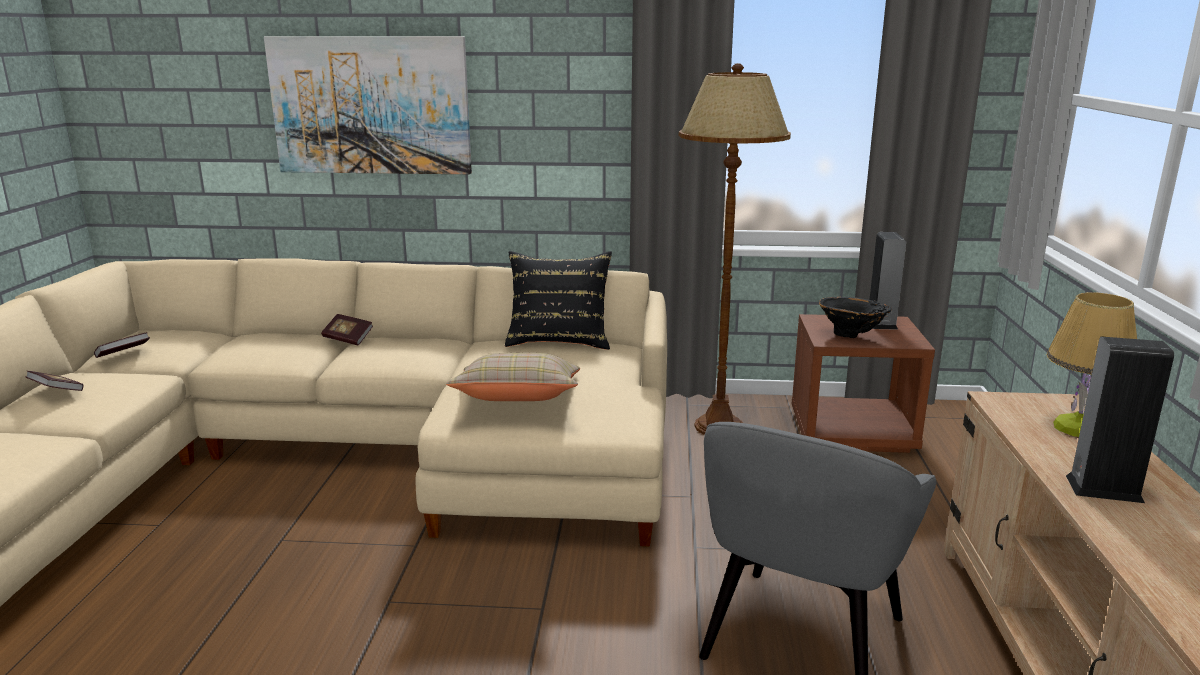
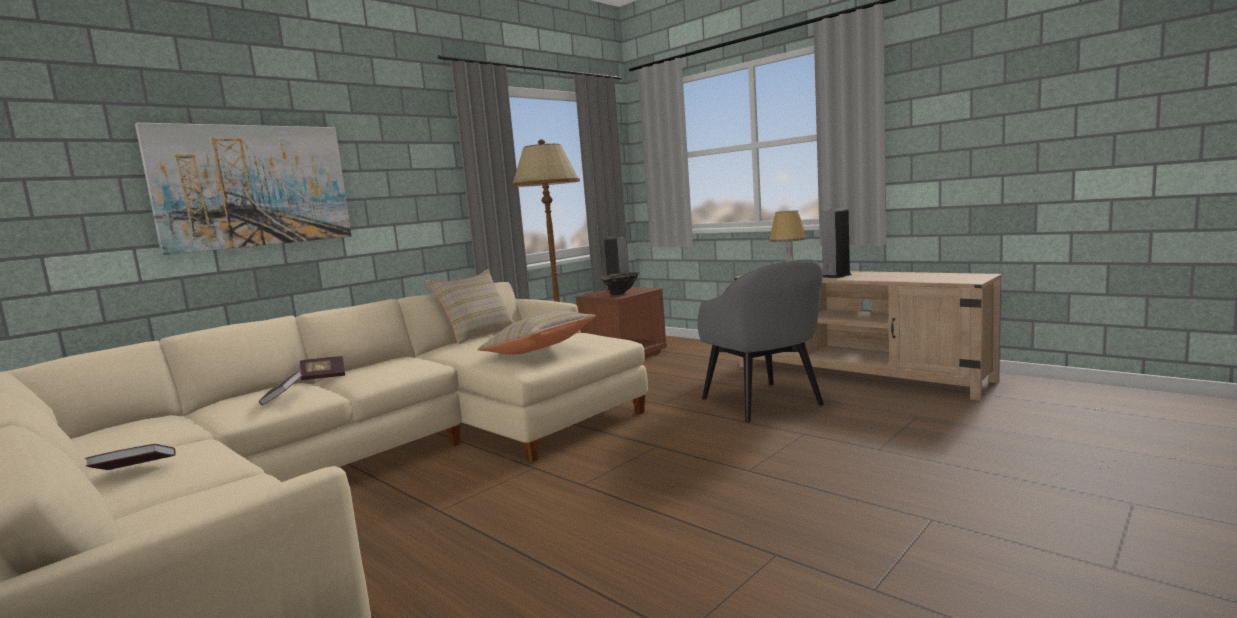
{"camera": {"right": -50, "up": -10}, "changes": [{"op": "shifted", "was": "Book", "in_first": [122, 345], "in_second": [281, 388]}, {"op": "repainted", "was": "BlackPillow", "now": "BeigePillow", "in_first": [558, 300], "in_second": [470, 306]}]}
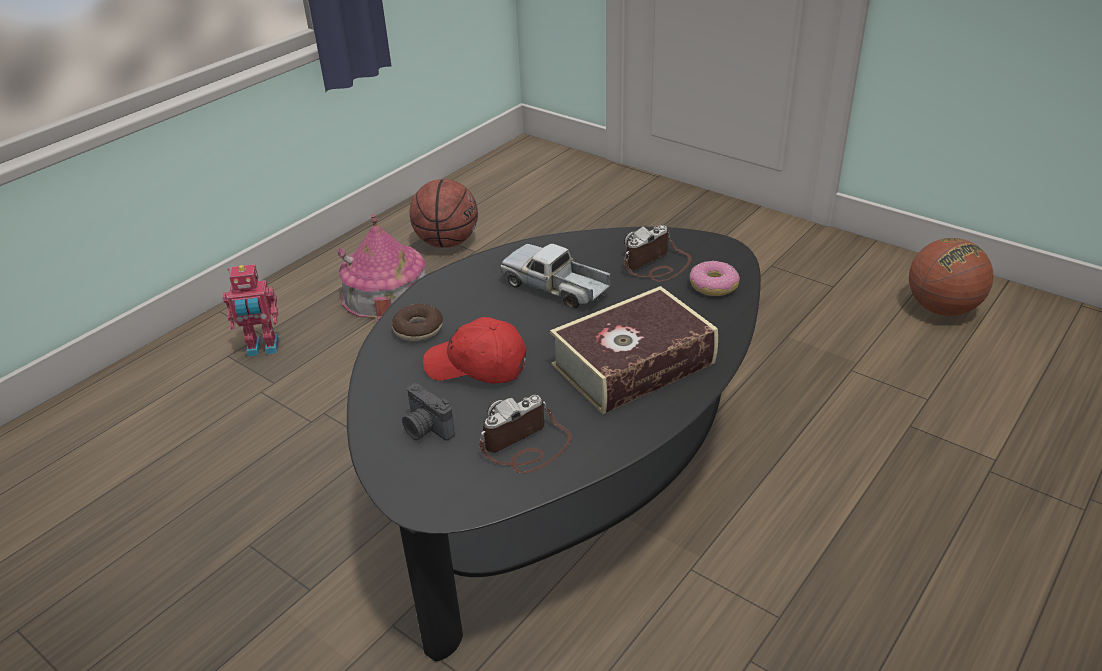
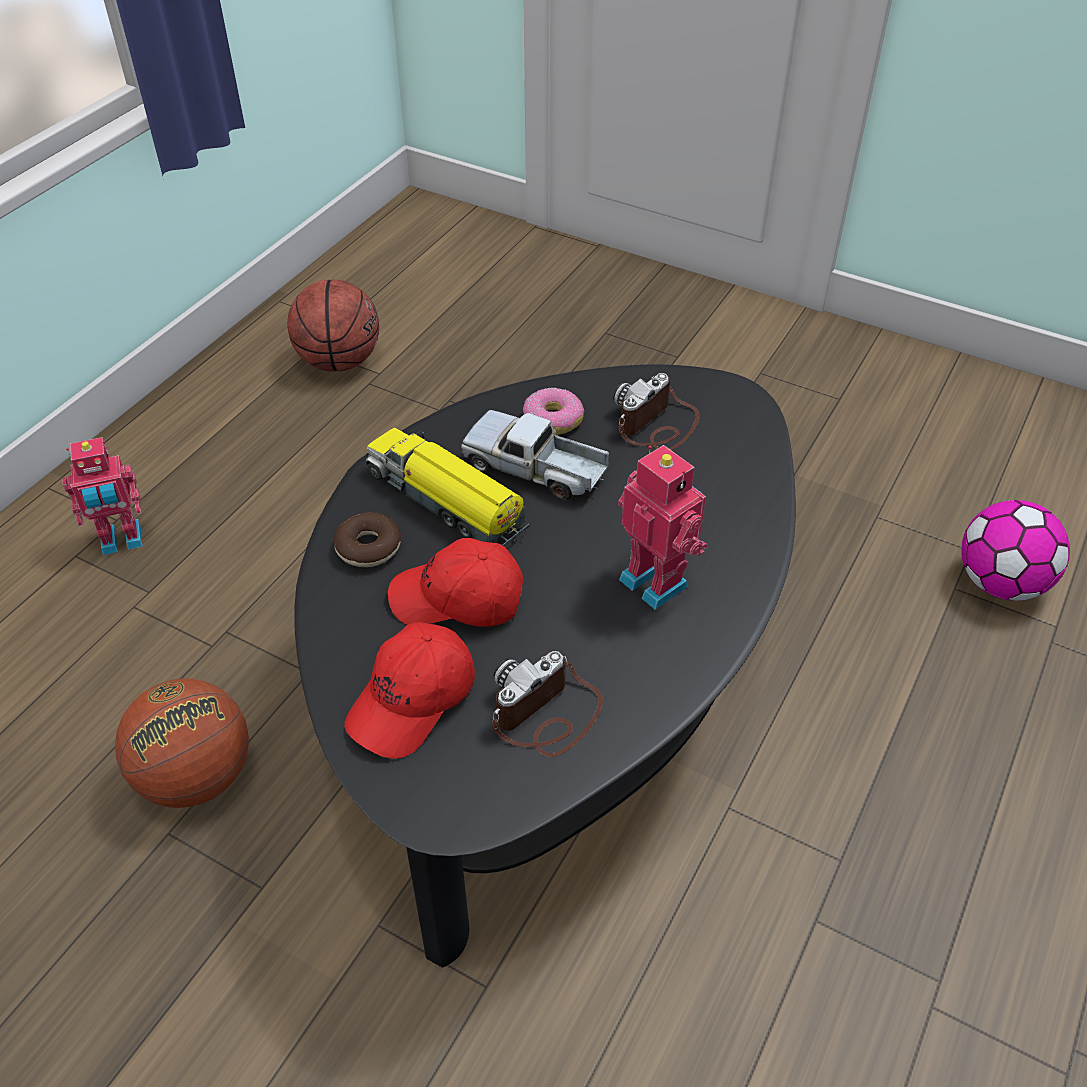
{"camera": {"right": -10, "up": 10}, "changes": [{"op": "shifted", "was": "Basketball", "in_first": [951, 277], "in_second": [182, 743]}, {"op": "swapped", "was": "PhotoCamera", "now": "RedCap", "in_first": [428, 411], "in_second": [409, 690]}, {"op": "new", "now": "ToyTruck", "in_second": [448, 487]}, {"op": "shifted", "was": "Donut", "in_first": [715, 278], "in_second": [553, 411]}, {"op": "swapped", "was": "Book", "now": "ToyRobot", "in_first": [634, 350], "in_second": [663, 527]}, {"op": "new", "now": "Football", "in_second": [1015, 550]}, {"op": "gone", "was": "ToyHouse", "in_first": [381, 267]}]}
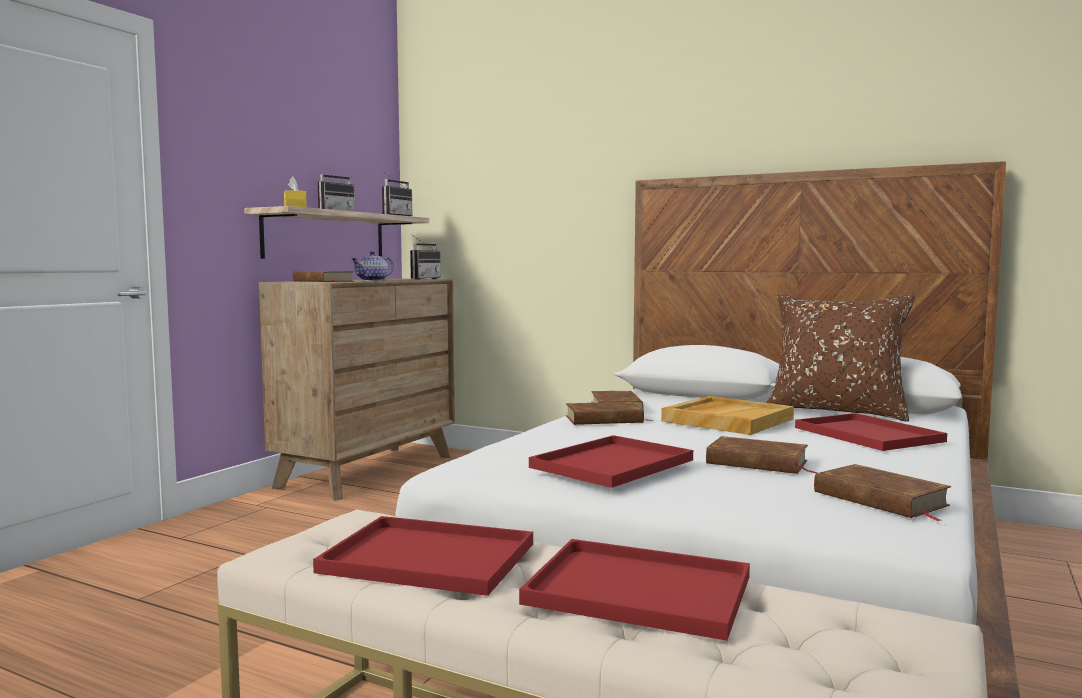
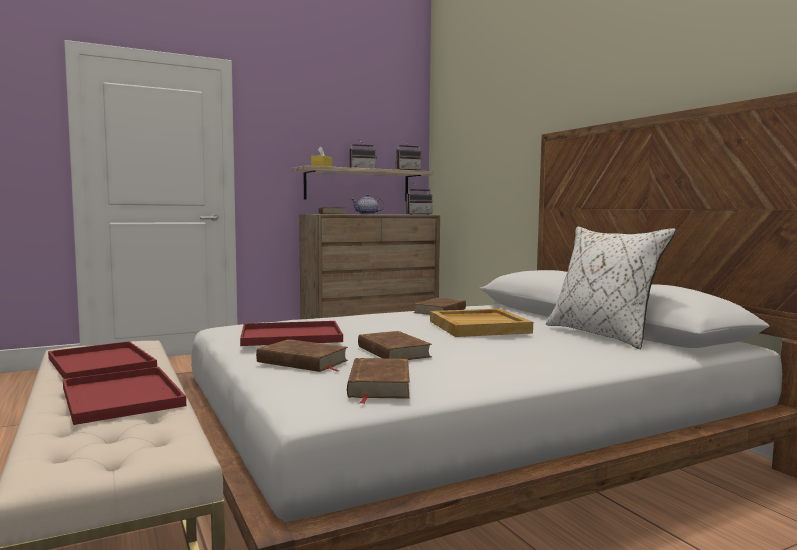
{"camera": {"right": 35, "up": 0}, "changes": [{"op": "shifted", "was": "BrownBook", "in_first": [609, 413], "in_second": [302, 355]}, {"op": "repainted", "was": "BrownPillow", "now": "WhitePillow", "in_first": [840, 358], "in_second": [611, 288]}, {"op": "gone", "was": "RedTray", "in_first": [871, 432]}]}
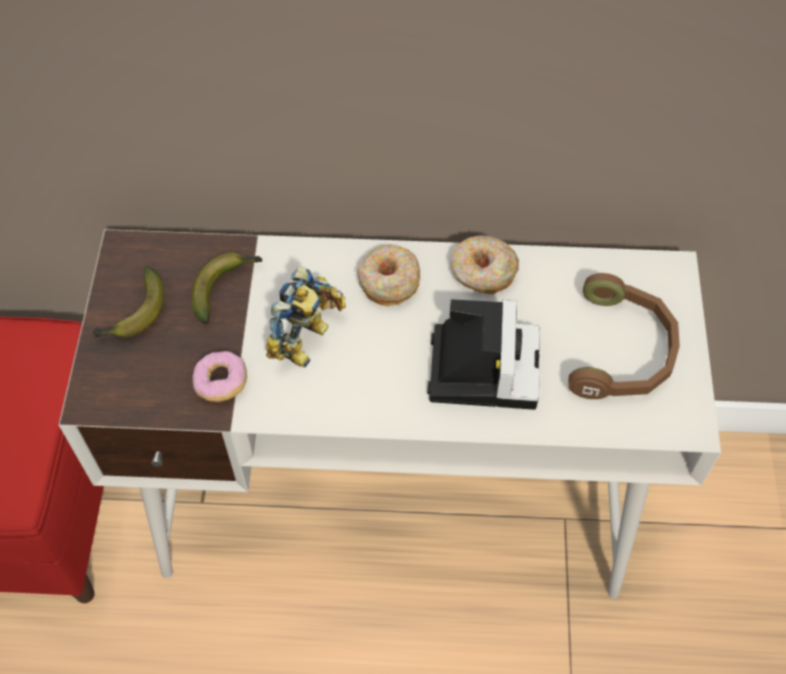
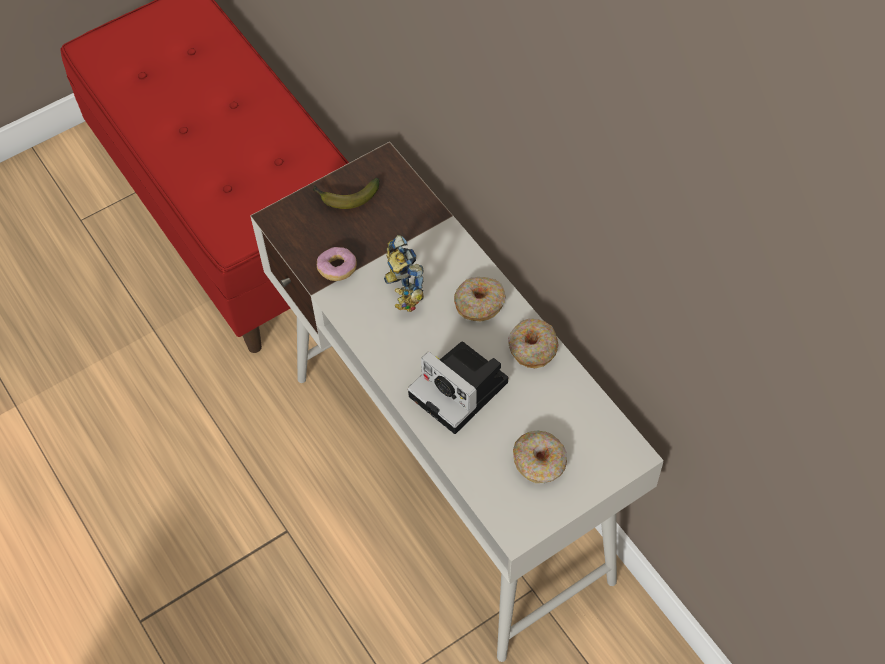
{"camera": {"right": 55, "up": 0}, "changes": [{"op": "rotated", "was": "ToyRobot", "in_first": [306, 316], "in_second": [404, 273], "clockwise": 75}, {"op": "rotated", "was": "PhotoCamera", "in_first": [483, 354], "in_second": [458, 387], "clockwise": 75}, {"op": "swapped", "was": "BrownHeadphones", "now": "Donut", "in_first": [624, 336], "in_second": [540, 456]}, {"op": "gone", "was": "Banana", "in_first": [227, 288]}]}
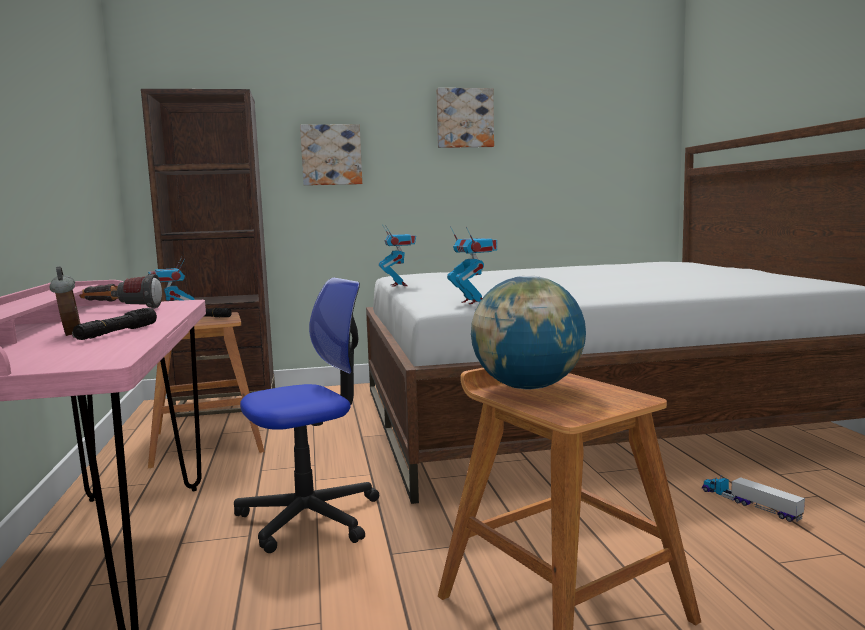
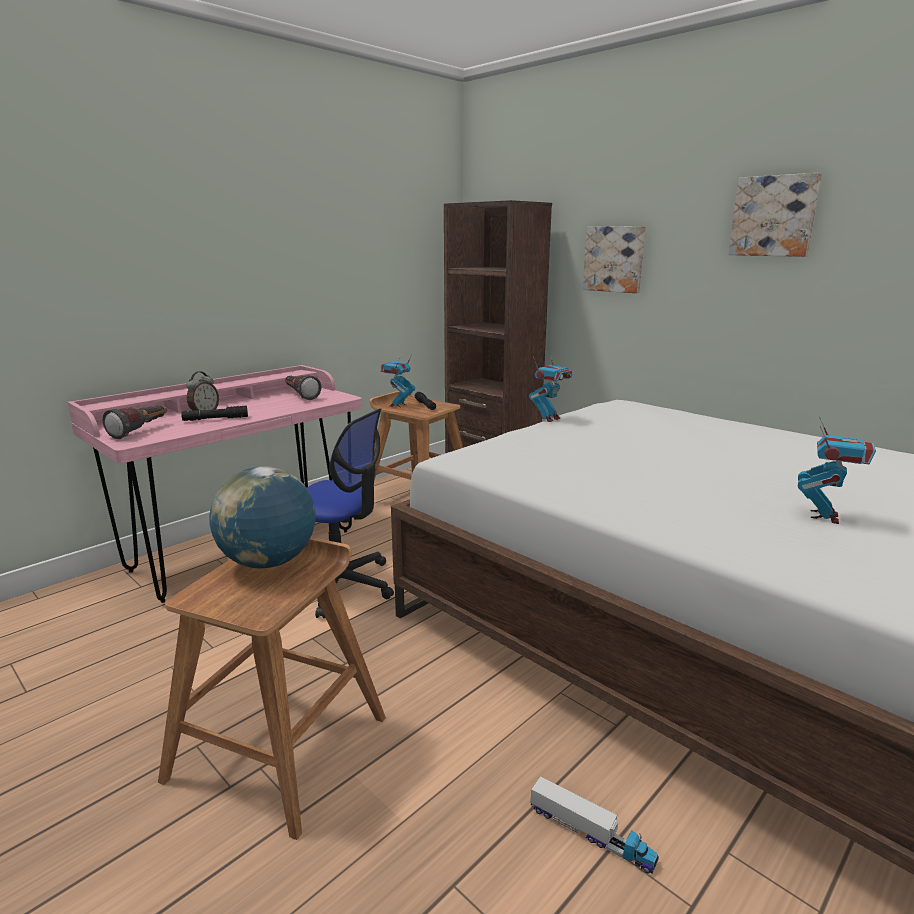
{"camera": {"right": 55, "up": 10}, "changes": [{"op": "new", "now": "Flashlight", "in_second": [135, 422]}, {"op": "rotated", "was": "ToyTruck", "in_first": [753, 498], "in_second": [595, 825], "clockwise": 105}, {"op": "shifted", "was": "ToyRobot", "in_first": [472, 265], "in_second": [837, 470]}]}
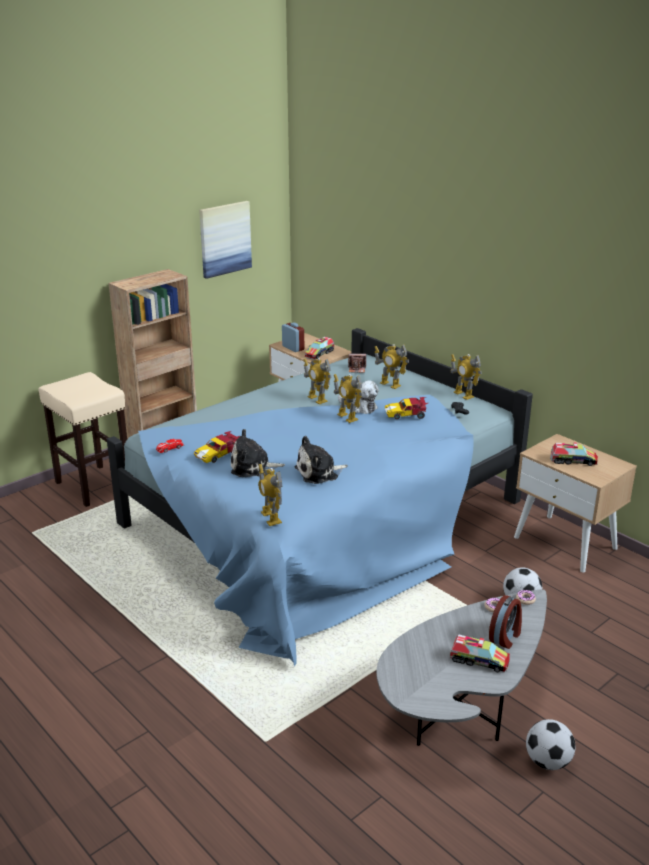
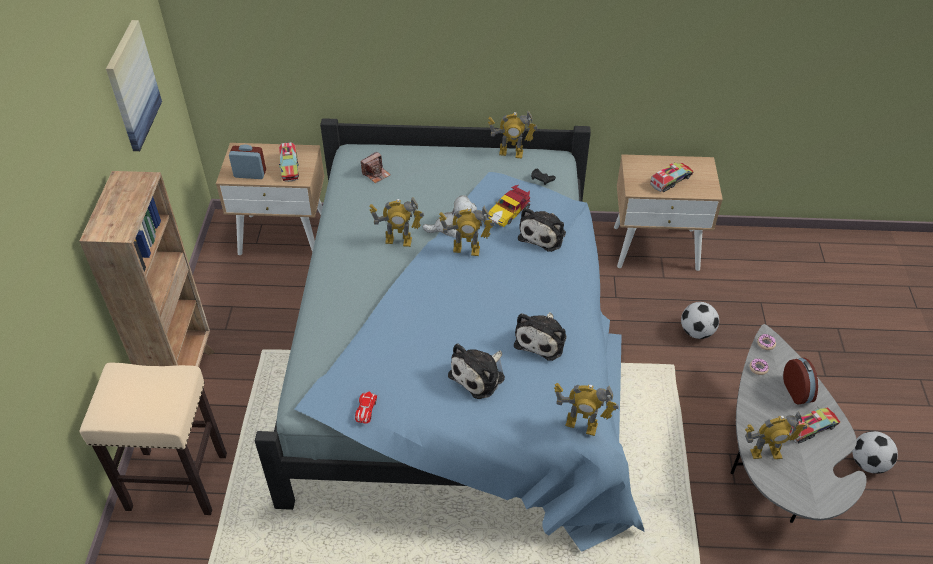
{"camera": {"right": -45, "up": 20}, "changes": [{"op": "new", "now": "PlushToy", "in_second": [542, 230]}, {"op": "shifted", "was": "ToyRobot", "in_first": [392, 366], "in_second": [776, 435]}, {"op": "gone", "was": "ToyCar", "in_first": [217, 447]}]}
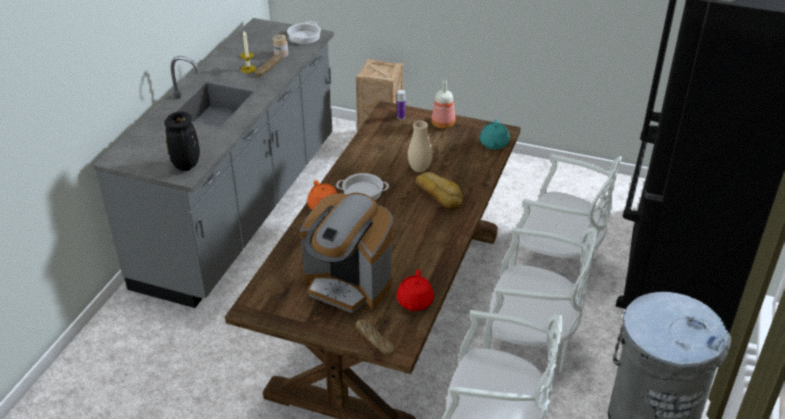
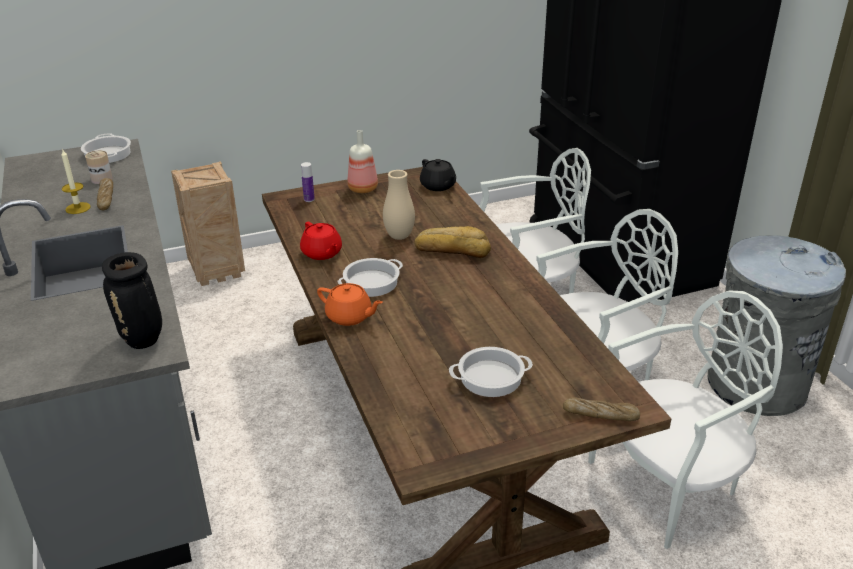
{"camera": {"right": -40, "up": -5}, "changes": [{"op": "shifted", "was": "RedTeapot", "in_first": [415, 290], "in_second": [321, 241]}, {"op": "repainted", "was": "TurquoiseTeapot", "now": "BlackTeapot", "in_first": [495, 134], "in_second": [438, 175]}, {"op": "swapped", "was": "CoffeeMachine", "now": "CookingPot", "in_first": [346, 253], "in_second": [491, 372]}]}
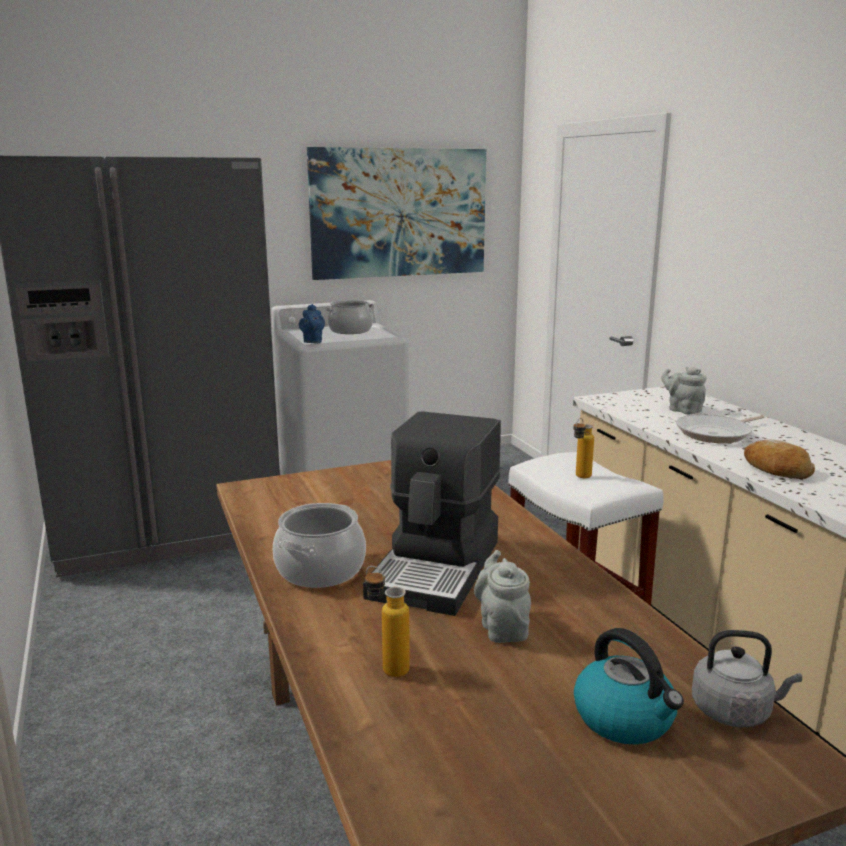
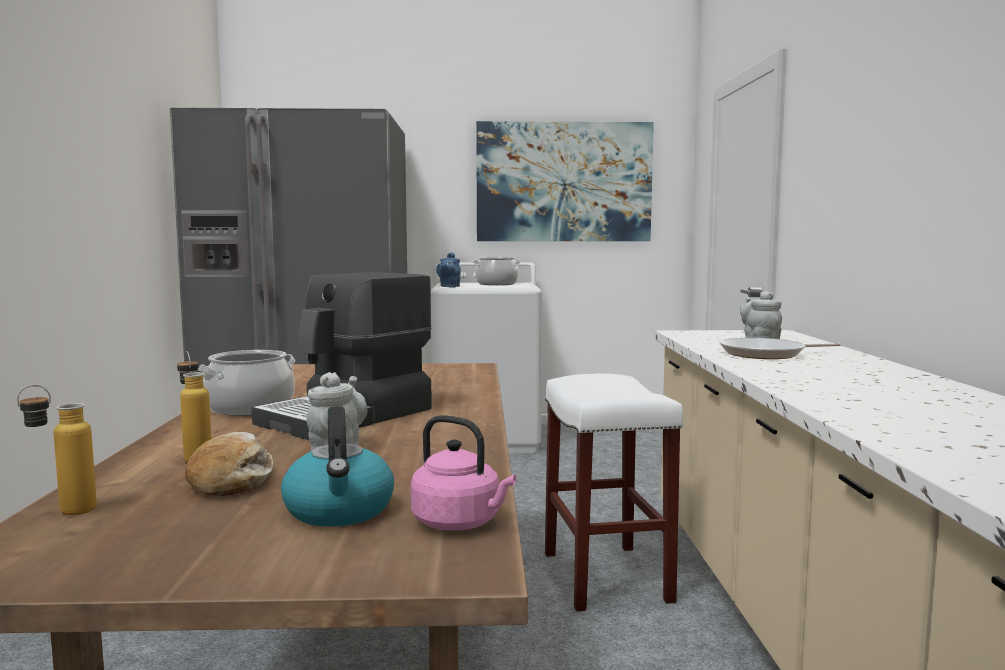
{"camera": {"right": 20, "up": -10}, "changes": [{"op": "shifted", "was": "Bottle", "in_first": [583, 448], "in_second": [57, 450]}, {"op": "shifted", "was": "Bread", "in_first": [779, 459], "in_second": [229, 464]}, {"op": "repainted", "was": "GreyKettle", "now": "PinkKettle", "in_first": [747, 678], "in_second": [463, 473]}]}
